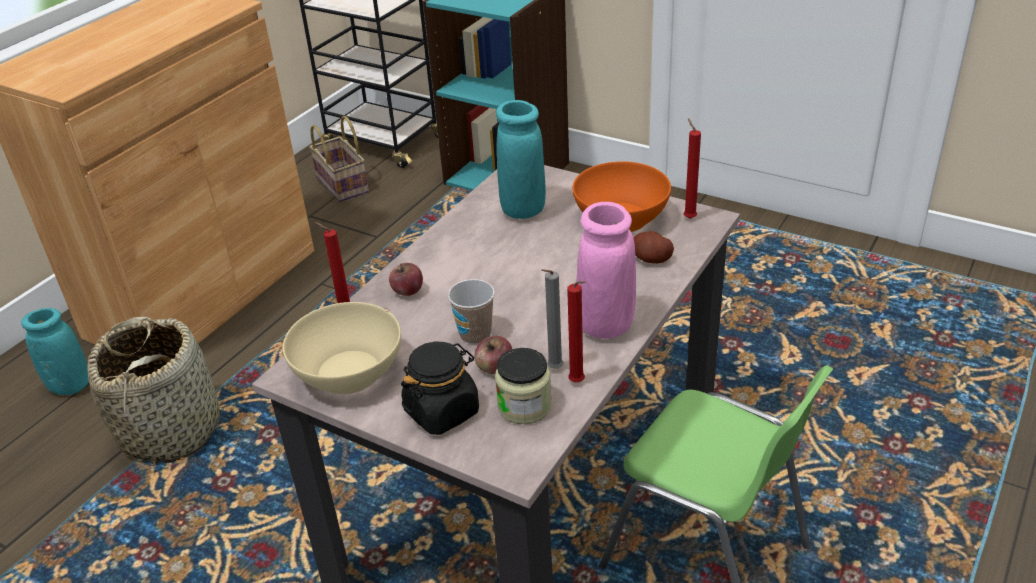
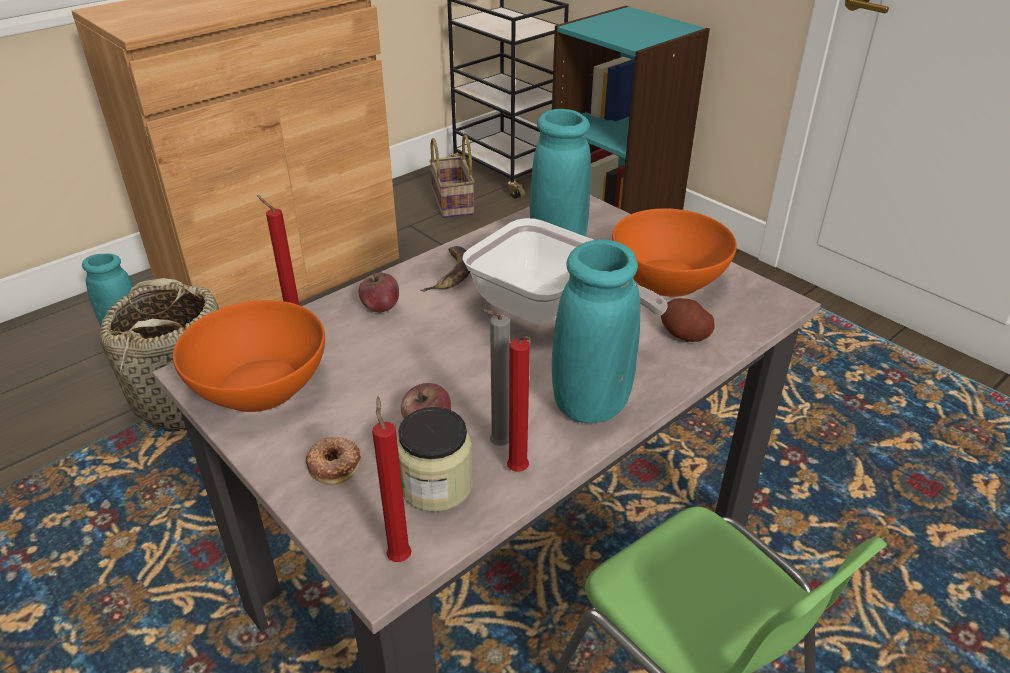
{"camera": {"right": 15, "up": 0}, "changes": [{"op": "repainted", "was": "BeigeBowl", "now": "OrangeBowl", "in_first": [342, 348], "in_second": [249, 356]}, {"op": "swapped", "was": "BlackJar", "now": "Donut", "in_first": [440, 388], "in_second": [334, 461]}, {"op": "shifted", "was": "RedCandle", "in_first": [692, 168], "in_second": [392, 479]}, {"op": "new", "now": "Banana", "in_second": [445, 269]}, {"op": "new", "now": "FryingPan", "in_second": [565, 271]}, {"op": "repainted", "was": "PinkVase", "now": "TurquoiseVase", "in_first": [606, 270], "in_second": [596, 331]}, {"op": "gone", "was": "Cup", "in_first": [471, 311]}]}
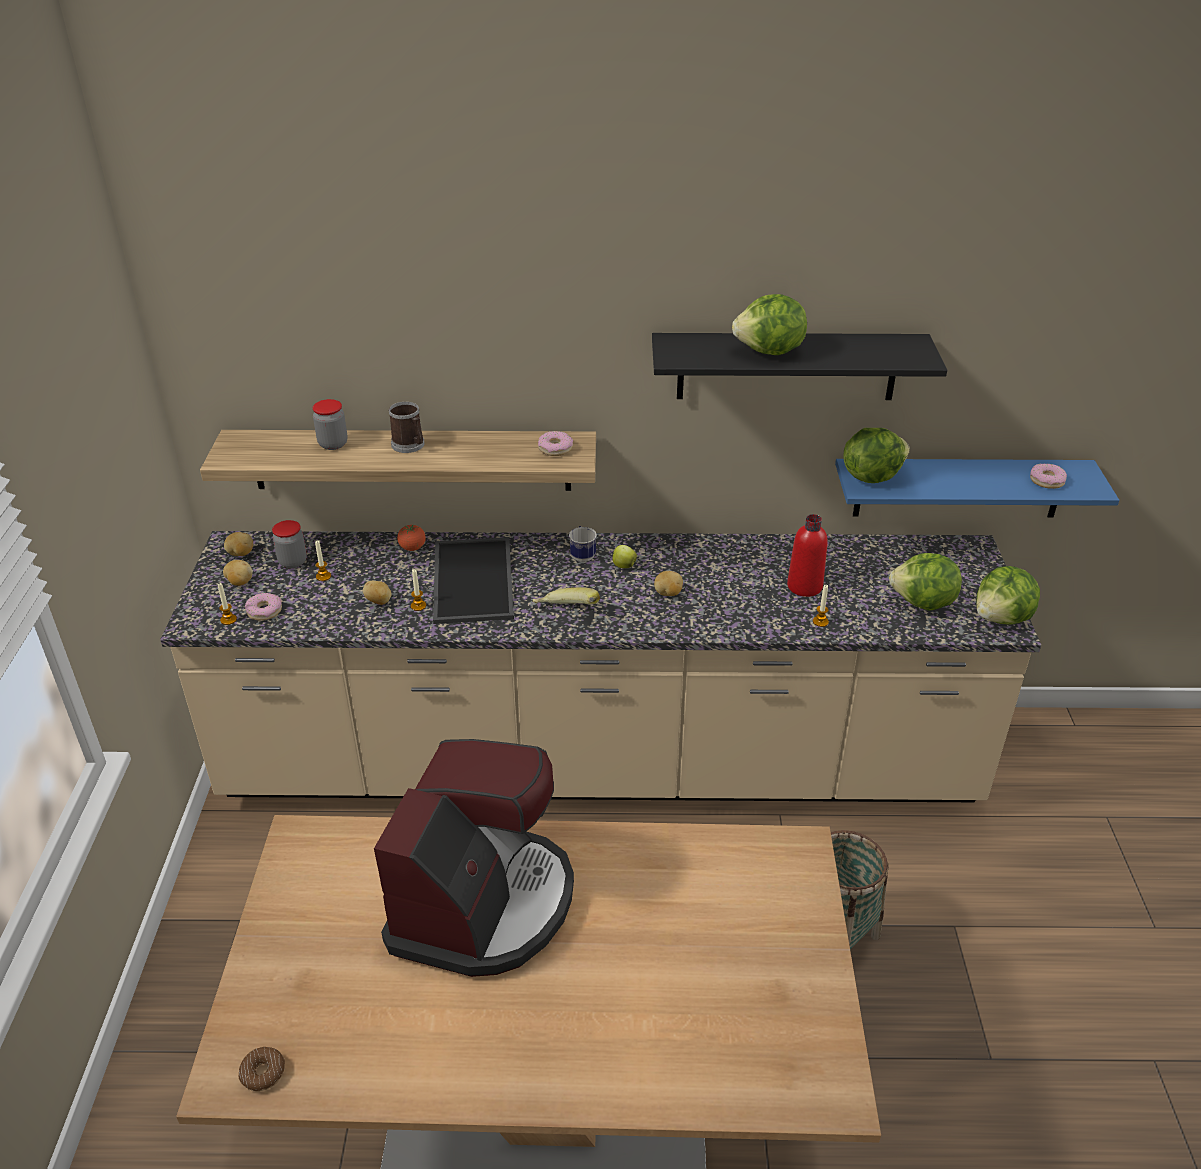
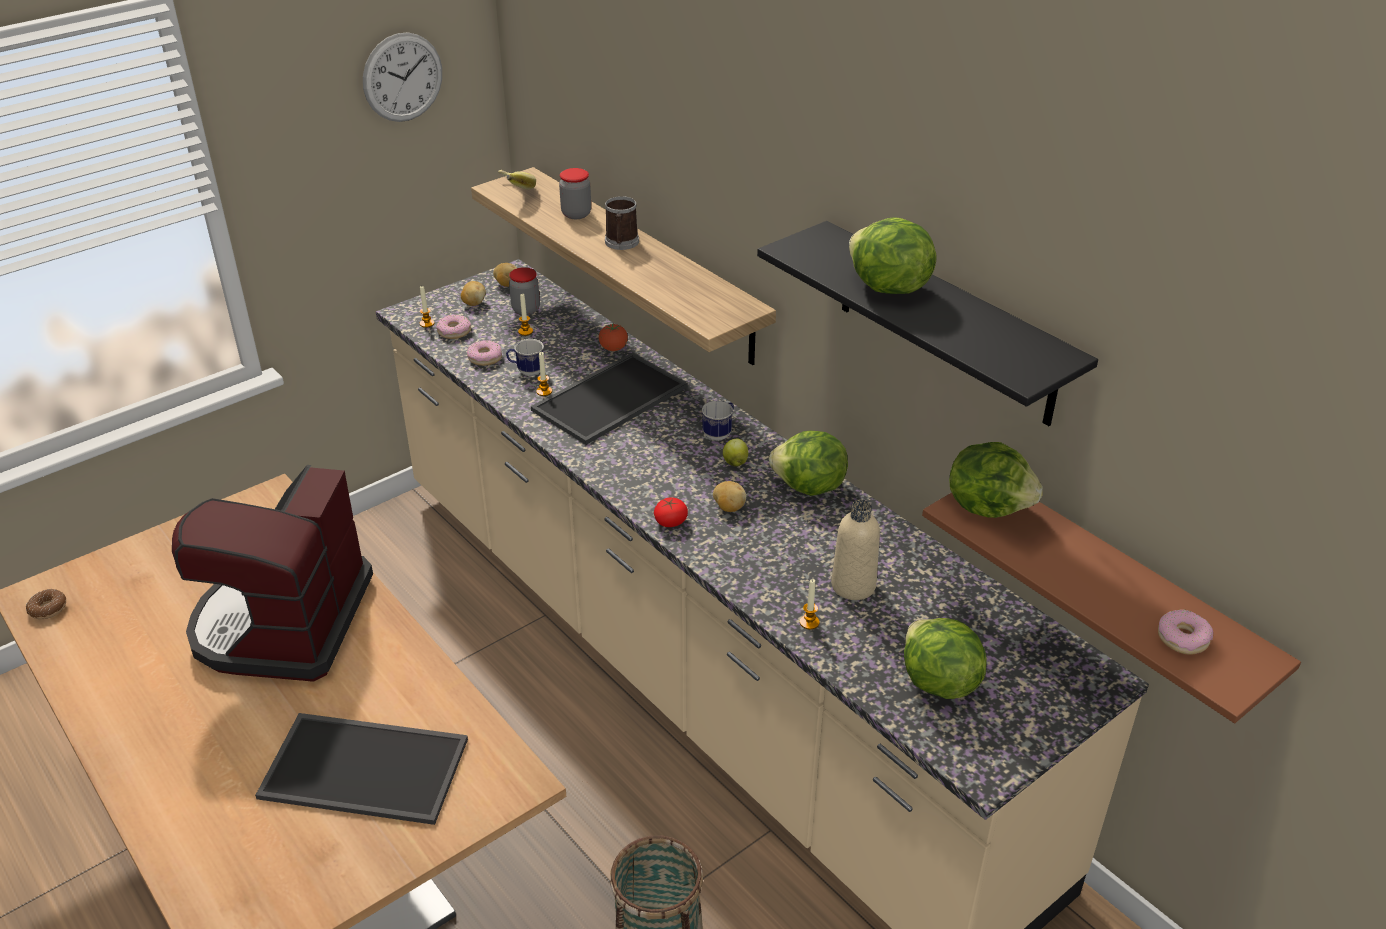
{"camera": {"right": 50, "up": 0}, "changes": [{"op": "rotated", "was": "CoffeeMachine", "in_first": [474, 858], "in_second": [272, 573], "clockwise": 120}, {"op": "new", "now": "Tray", "in_second": [361, 769]}, {"op": "new", "now": "WallClock", "in_second": [402, 77]}, {"op": "shifted", "was": "Donut", "in_first": [555, 443], "in_second": [484, 353]}, {"op": "shifted", "was": "Banana", "in_first": [566, 595], "in_second": [517, 180]}, {"op": "swapped", "was": "Potato", "now": "Mug", "in_first": [377, 593], "in_second": [525, 357]}, {"op": "new", "now": "Tomato", "in_second": [671, 512]}, {"op": "shifted", "was": "Lettuce", "in_first": [1008, 595], "in_second": [808, 463]}, {"op": "repainted", "was": "RedBottle", "now": "BeigeBottle", "in_first": [807, 555], "in_second": [855, 550]}, {"op": "repainted", "was": "BlueShelf", "now": "BrownShelf", "in_first": [977, 488], "in_second": [1111, 607]}]}
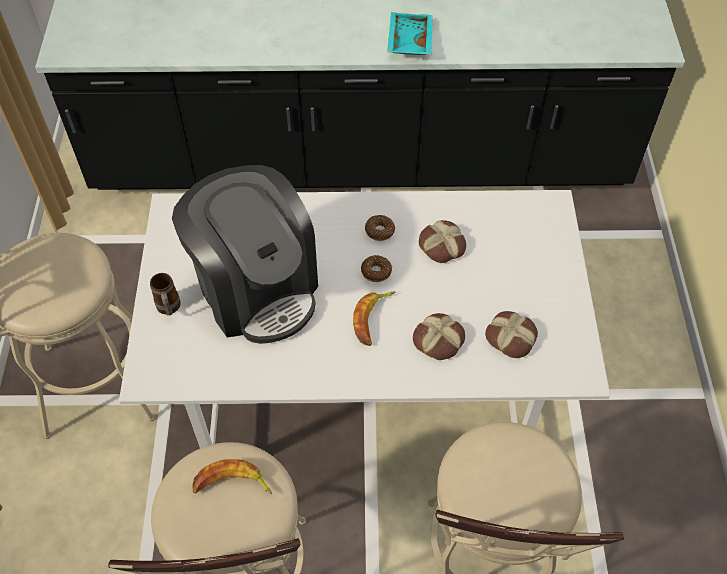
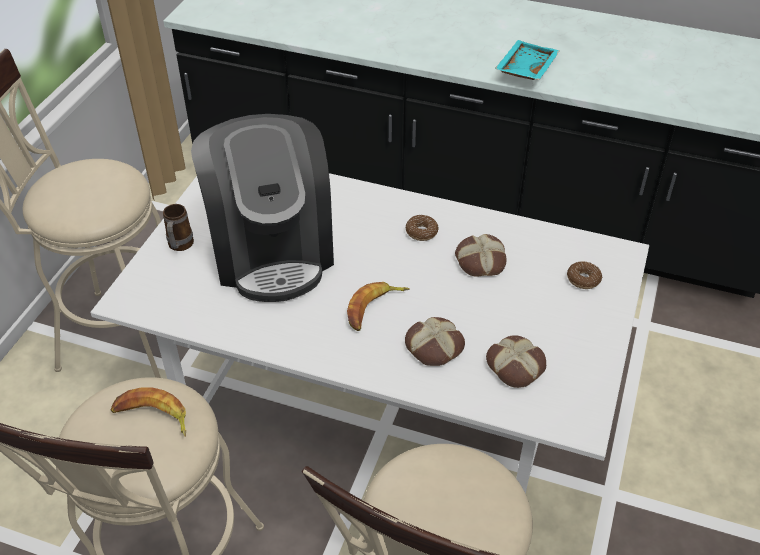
{"camera": {"right": 20, "up": -10}, "changes": [{"op": "shifted", "was": "Donut", "in_first": [376, 268], "in_second": [584, 275]}]}
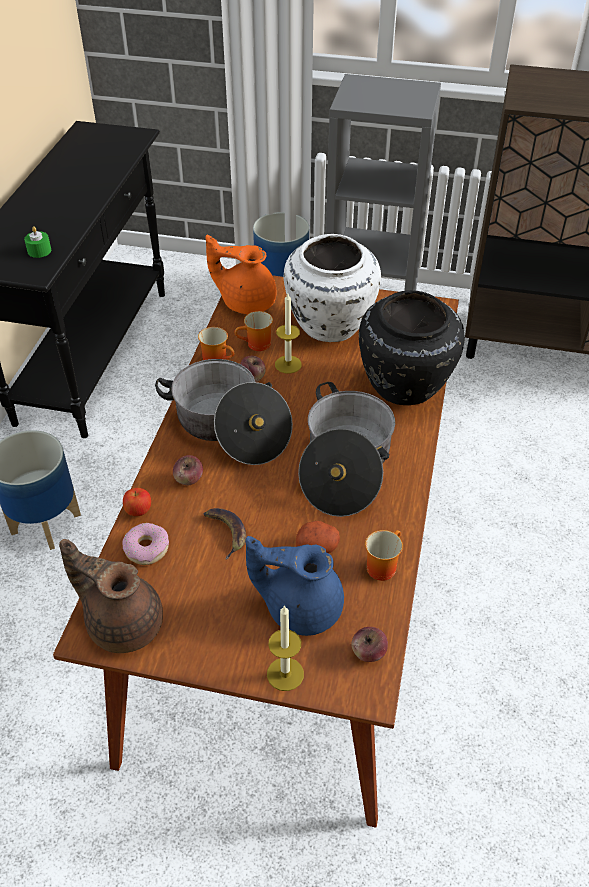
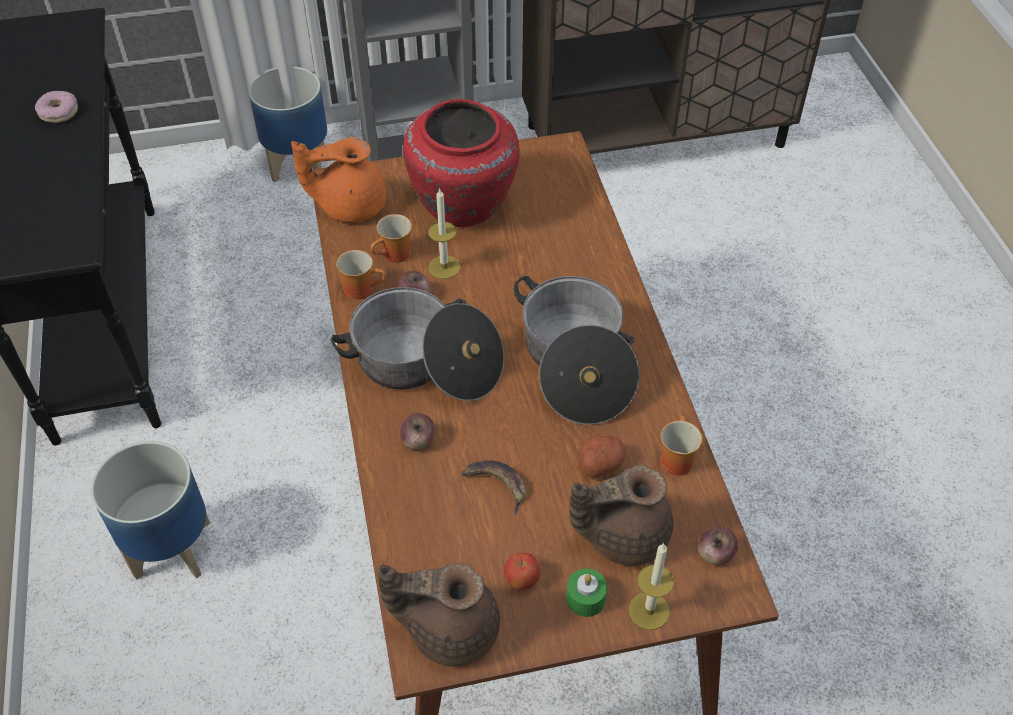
{"camera": {"right": -25, "up": 5}, "changes": [{"op": "shifted", "was": "Donut", "in_first": [145, 544], "in_second": [56, 107]}, {"op": "repainted", "was": "WhiteVase", "now": "RedVase", "in_first": [332, 288], "in_second": [461, 163]}, {"op": "shifted", "was": "Apple", "in_first": [137, 502], "in_second": [522, 571]}, {"op": "shifted", "was": "GreenCandle", "in_first": [37, 242], "in_second": [586, 592]}, {"op": "repainted", "was": "BlueTeapot", "now": "BrownTeapot", "in_first": [294, 586], "in_second": [621, 515]}, {"op": "gone", "was": "BlackVase", "in_first": [412, 347]}]}
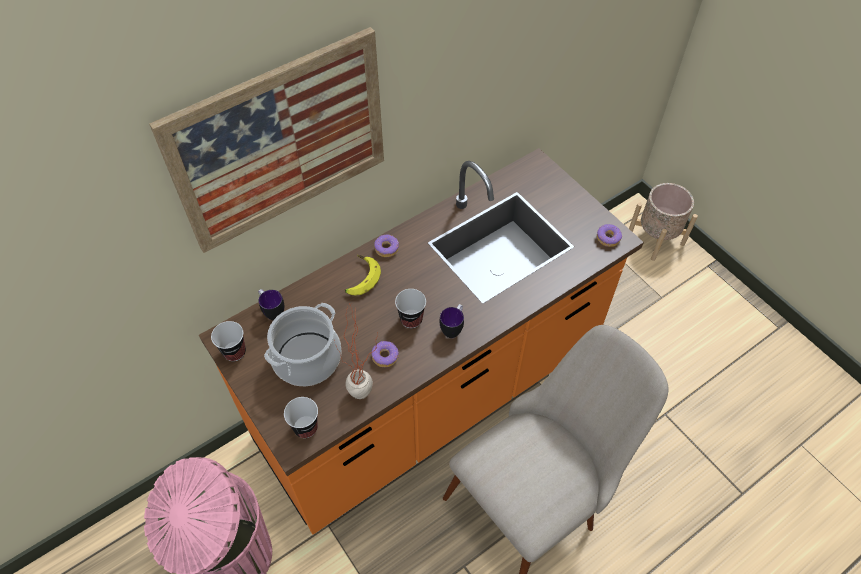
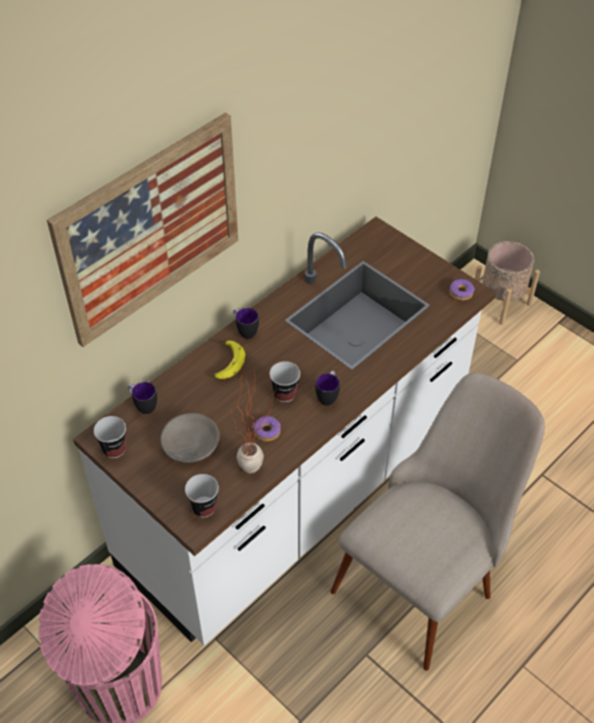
{"camera": {"right": -10, "up": -5}, "changes": [{"op": "repainted", "was": "OrangeCounter", "now": "WhiteCounter", "in_first": [421, 341], "in_second": [284, 431]}, {"op": "swapped", "was": "CookingPot", "now": "GreyBowl", "in_first": [303, 344], "in_second": [190, 438]}, {"op": "swapped", "was": "Donut", "now": "Mug", "in_first": [386, 246], "in_second": [246, 323]}]}
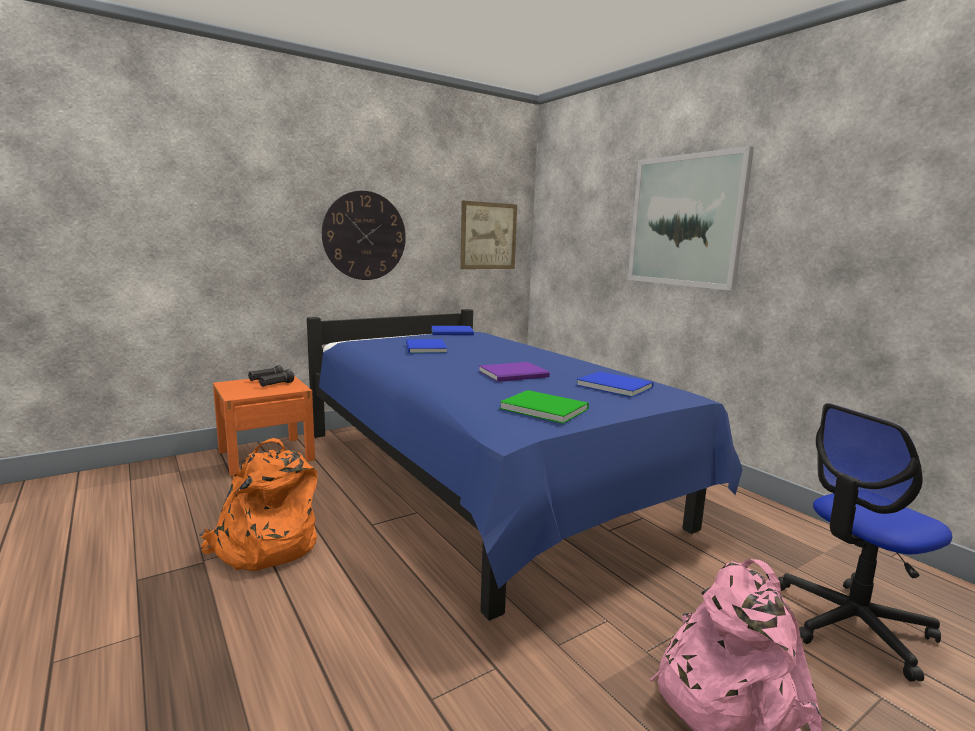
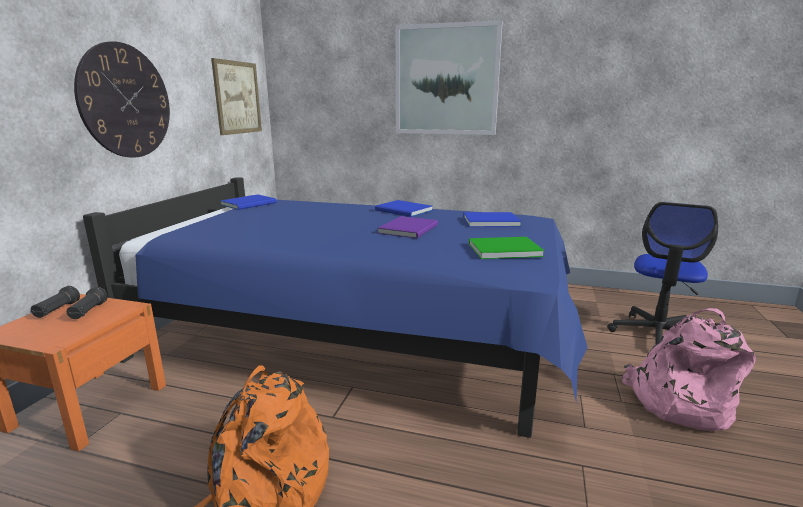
{"camera": {"right": -40, "up": 5}, "changes": [{"op": "shifted", "was": "BlueBook", "in_first": [426, 346], "in_second": [404, 208]}]}
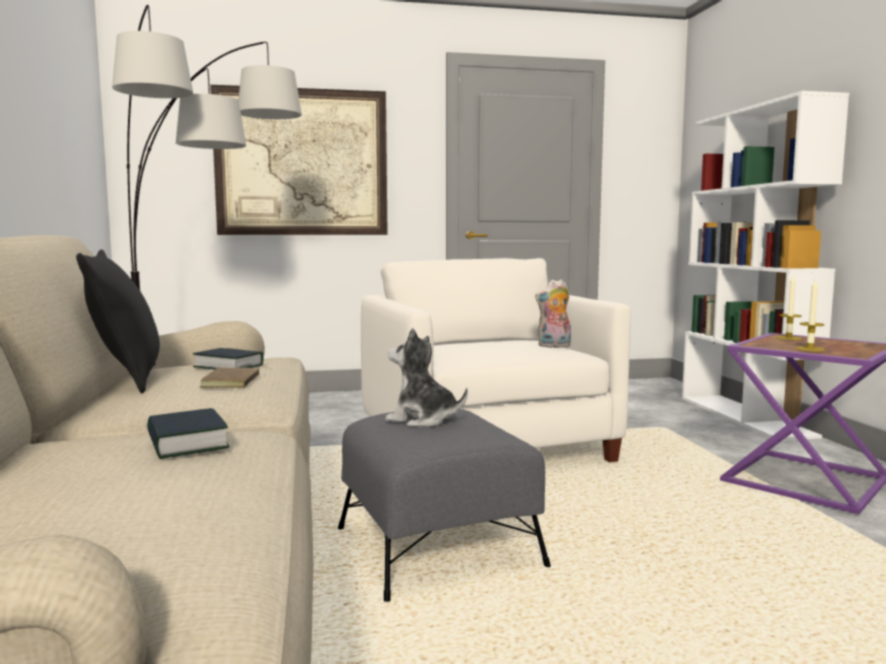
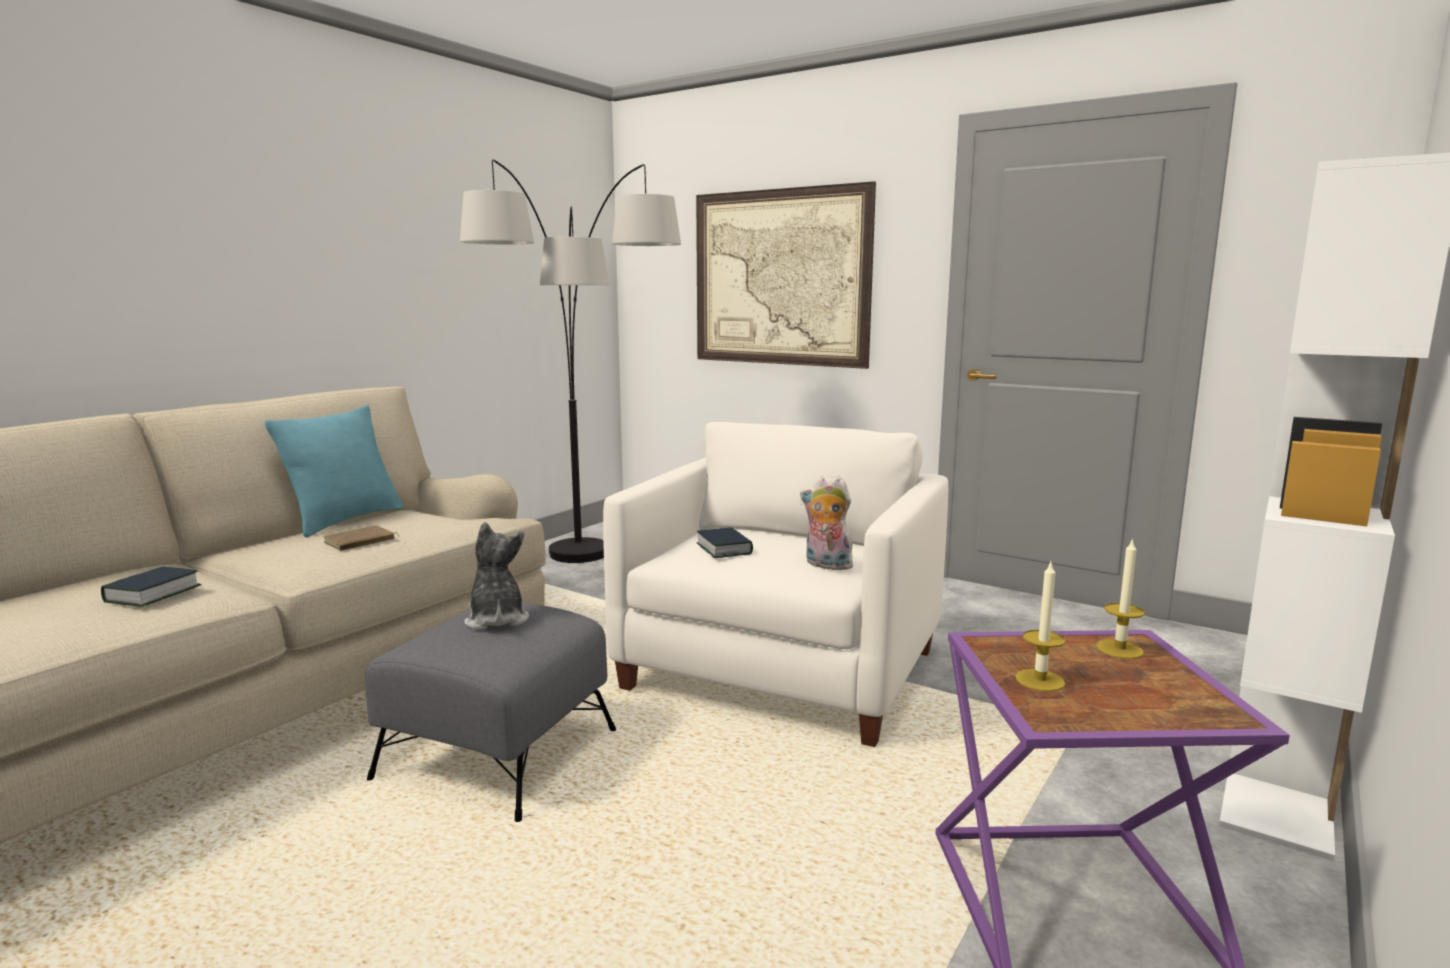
{"camera": {"right": 45, "up": 5}, "changes": [{"op": "repainted", "was": "BlackPillow", "now": "TurquoisePillow", "in_first": [118, 321], "in_second": [334, 471]}, {"op": "shifted", "was": "Book", "in_first": [228, 358], "in_second": [725, 542]}]}
